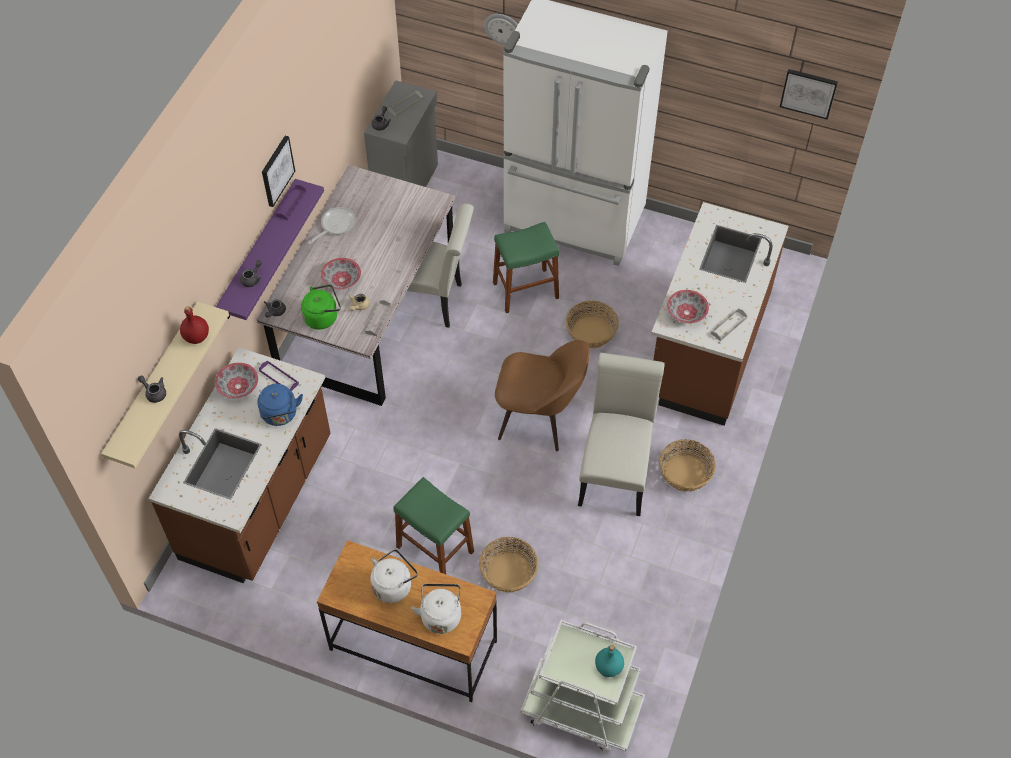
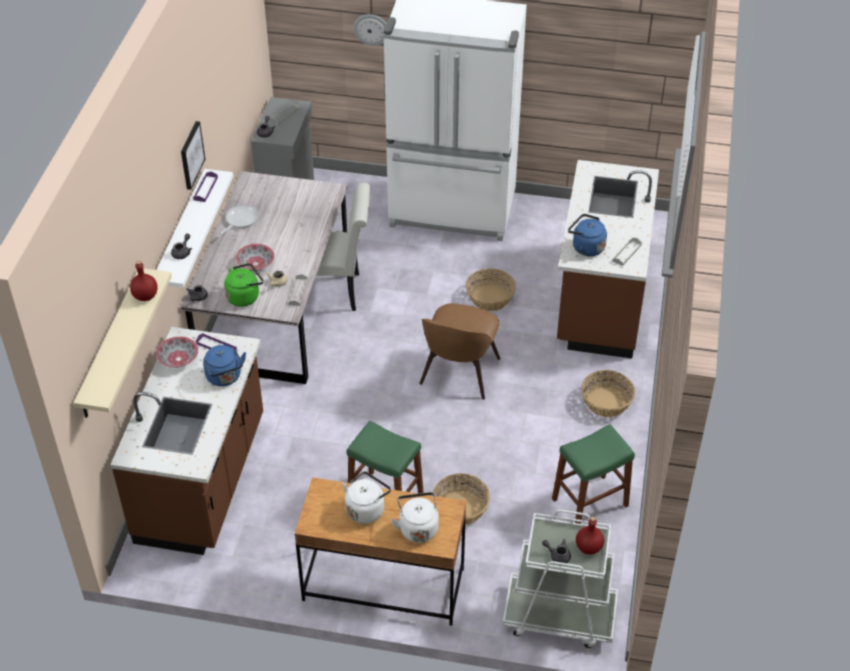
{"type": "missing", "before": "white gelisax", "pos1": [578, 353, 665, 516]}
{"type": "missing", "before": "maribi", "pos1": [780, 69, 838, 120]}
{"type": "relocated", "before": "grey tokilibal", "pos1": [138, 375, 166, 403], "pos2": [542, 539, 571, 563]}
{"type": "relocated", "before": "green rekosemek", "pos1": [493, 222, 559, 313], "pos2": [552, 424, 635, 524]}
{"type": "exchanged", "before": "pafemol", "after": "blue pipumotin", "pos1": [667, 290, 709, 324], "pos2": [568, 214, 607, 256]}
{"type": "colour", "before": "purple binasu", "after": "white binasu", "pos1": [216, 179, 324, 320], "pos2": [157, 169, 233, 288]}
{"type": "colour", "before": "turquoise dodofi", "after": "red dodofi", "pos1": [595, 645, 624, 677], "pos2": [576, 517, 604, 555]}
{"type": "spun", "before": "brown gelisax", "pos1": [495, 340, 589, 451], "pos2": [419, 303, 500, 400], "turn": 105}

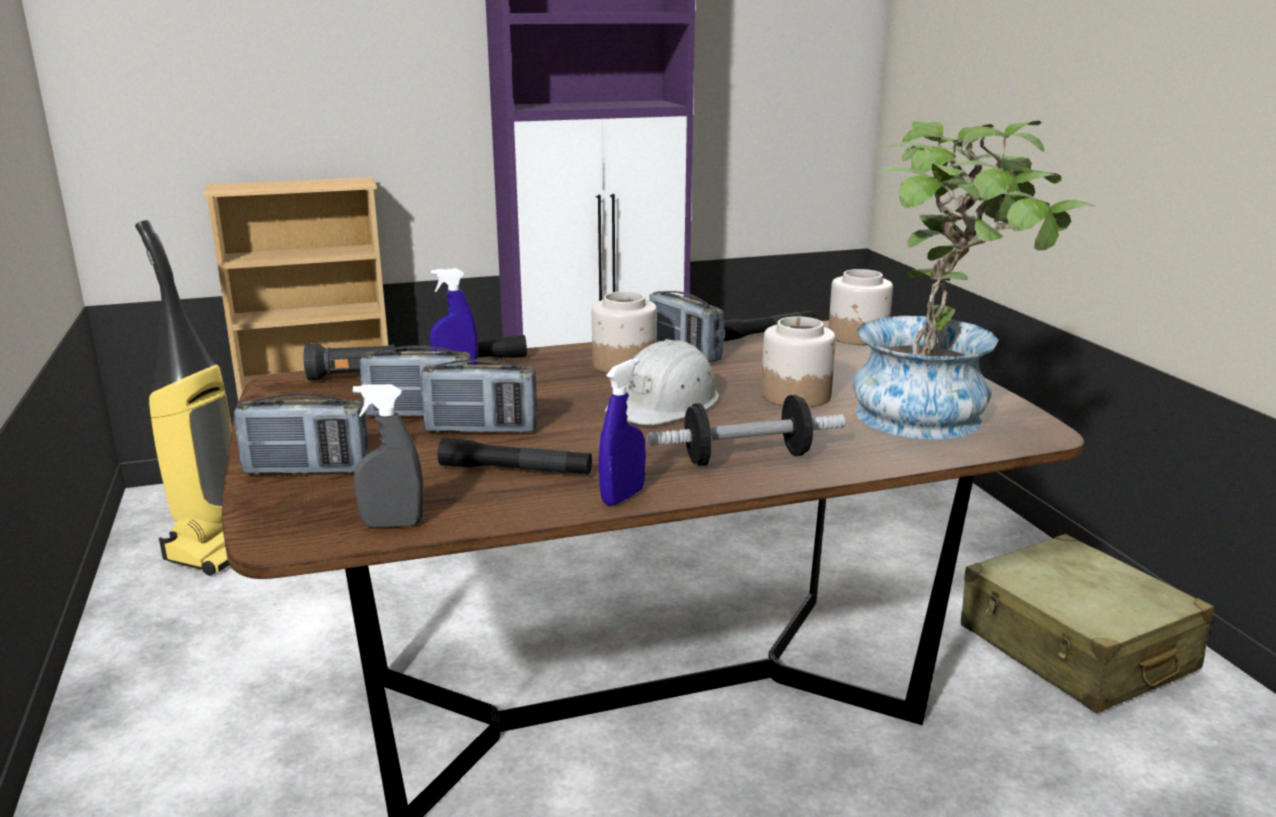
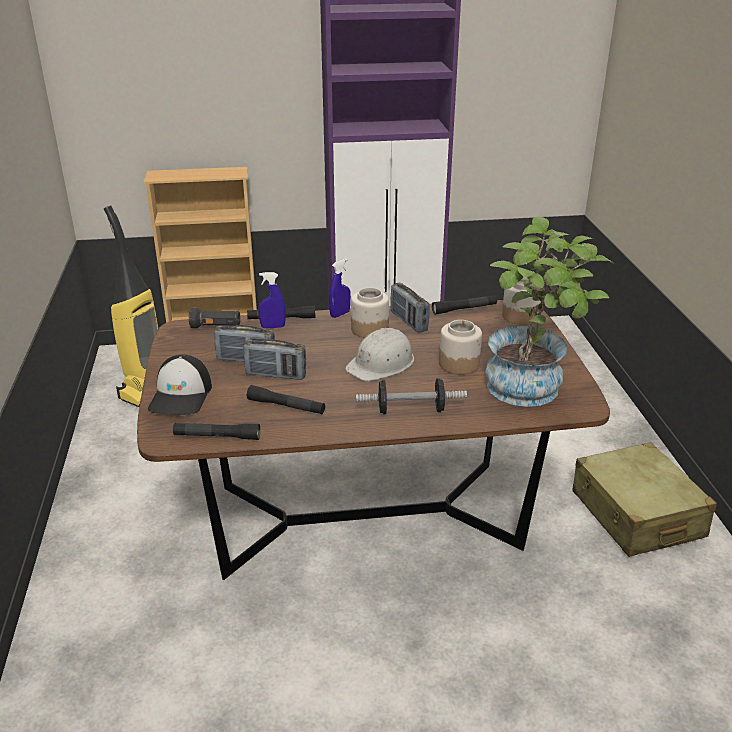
{"type": "relocated", "before": "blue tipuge", "pos1": [599, 358, 646, 506], "pos2": [329, 258, 351, 318]}
{"type": "exchanged", "before": "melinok", "after": "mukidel", "pos1": [234, 393, 369, 475], "pos2": [148, 355, 212, 415]}
{"type": "exchanged", "before": "grey tipuge", "after": "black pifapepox", "pos1": [353, 384, 424, 527], "pos2": [173, 423, 260, 440]}

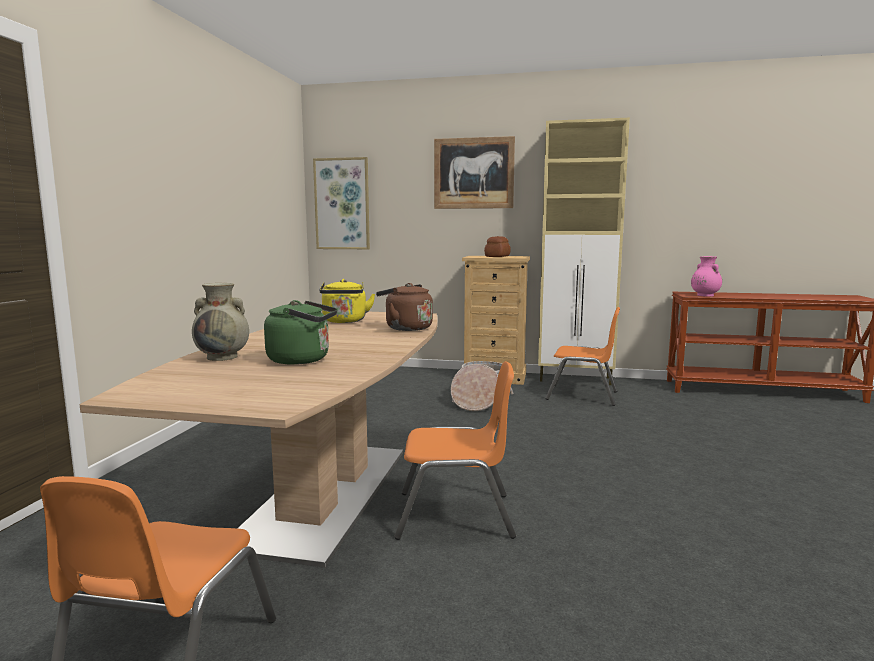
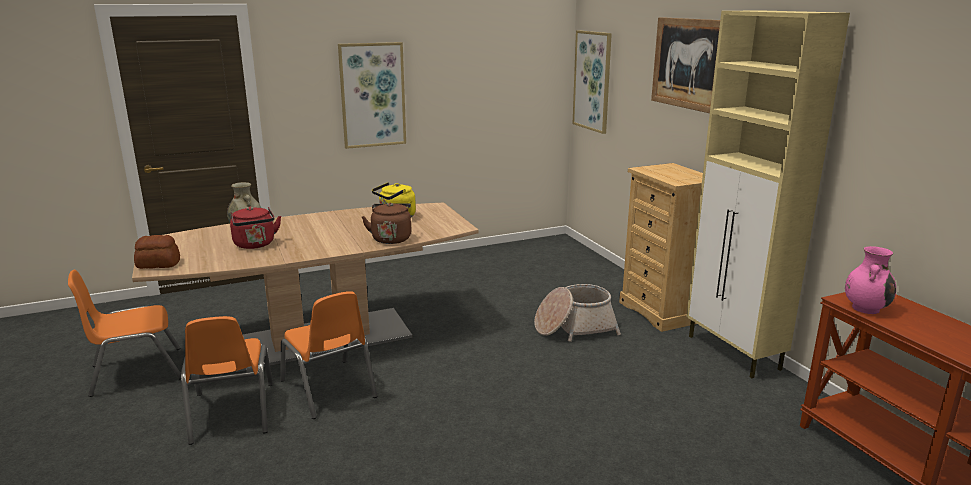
{"type": "appeared", "after": "maribi", "pos2": [338, 42, 406, 149]}
{"type": "relocated", "before": "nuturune", "pos1": [484, 236, 511, 257], "pos2": [134, 235, 180, 269]}
{"type": "relocated", "before": "orange gelisax", "pos1": [545, 307, 620, 406], "pos2": [181, 316, 273, 445]}
{"type": "colour", "before": "green pipumotin", "after": "red pipumotin", "pos1": [264, 300, 337, 365], "pos2": [230, 207, 281, 249]}

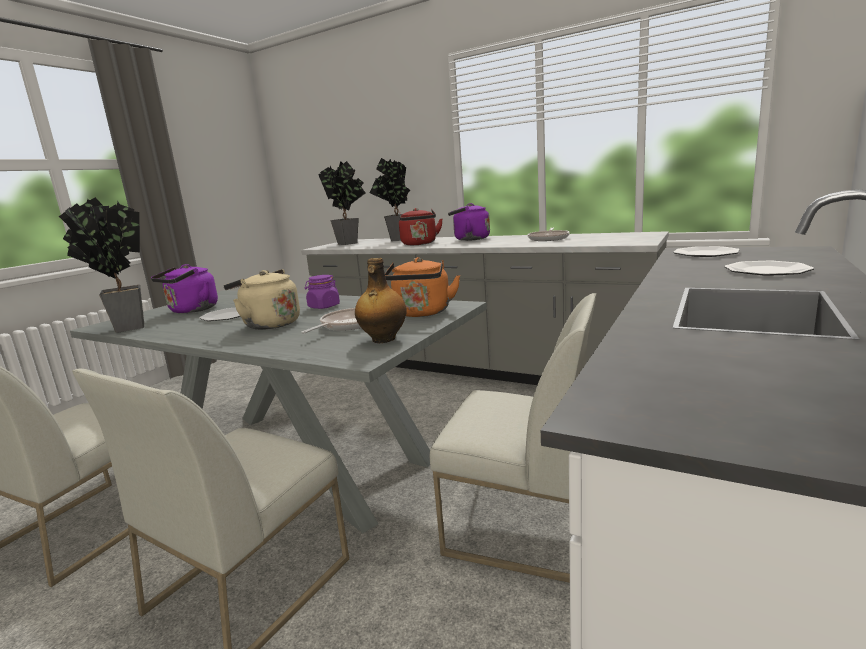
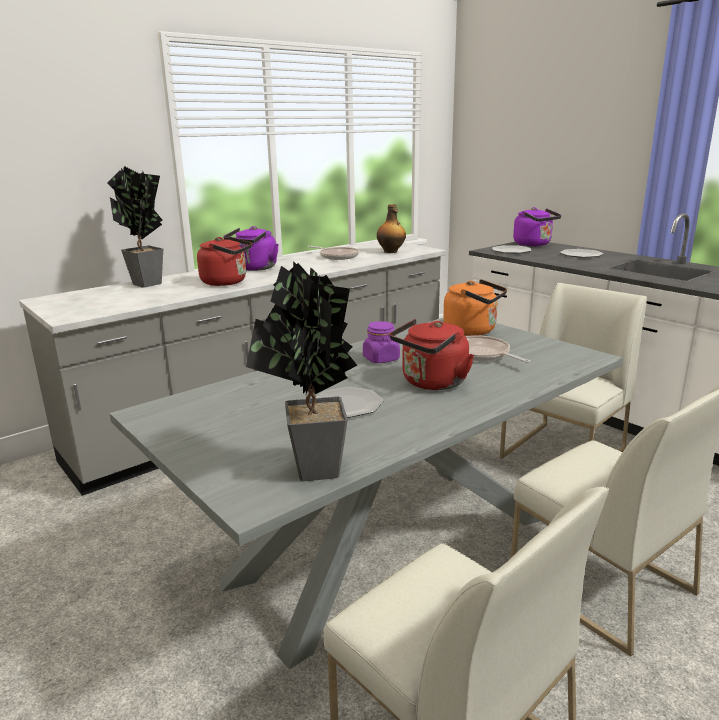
{"type": "missing", "before": "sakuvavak", "pos1": [318, 161, 365, 245]}
{"type": "relocated", "before": "purple pipumotin", "pos1": [151, 264, 218, 313], "pos2": [513, 207, 561, 246]}
{"type": "relocated", "before": "dodofi", "pos1": [355, 258, 407, 343], "pos2": [377, 204, 406, 253]}
{"type": "colour", "before": "beige pipumotin", "after": "red pipumotin", "pos1": [224, 269, 300, 329], "pos2": [390, 319, 474, 390]}

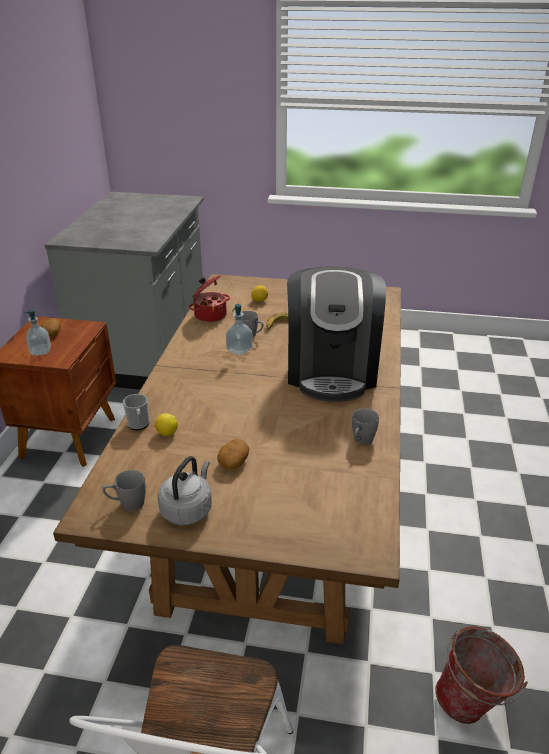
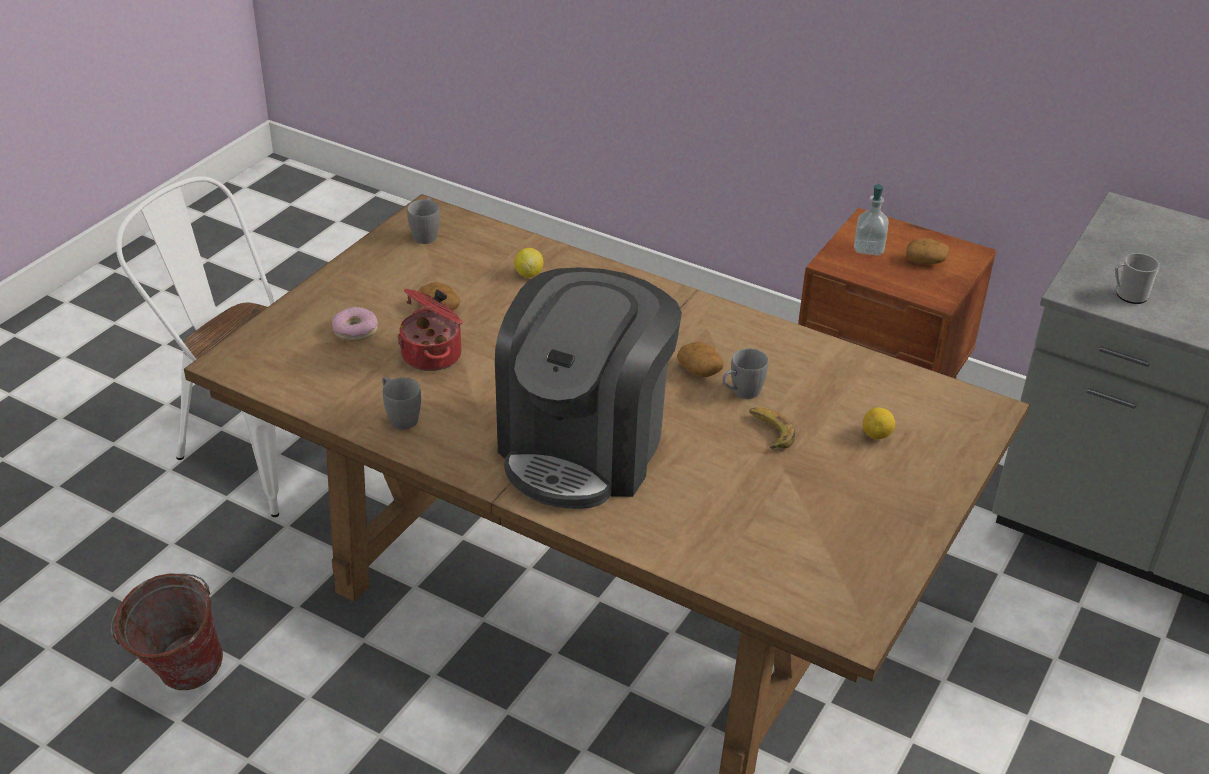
{"type": "missing", "before": "grey pipumotin", "pos1": [158, 456, 212, 525]}
{"type": "appeared", "after": "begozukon", "pos2": [332, 307, 378, 341]}
{"type": "relocated", "before": "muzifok", "pos1": [123, 394, 150, 430], "pos2": [1115, 253, 1160, 304]}
{"type": "relocated", "before": "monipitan", "pos1": [189, 275, 230, 322], "pos2": [397, 288, 463, 371]}
{"type": "exchanged", "before": "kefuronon", "after": "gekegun", "pos1": [226, 304, 253, 356], "pos2": [677, 342, 723, 377]}
{"type": "spun", "before": "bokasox", "pos1": [287, 266, 386, 402], "pos2": [495, 268, 682, 509], "turn": -90}

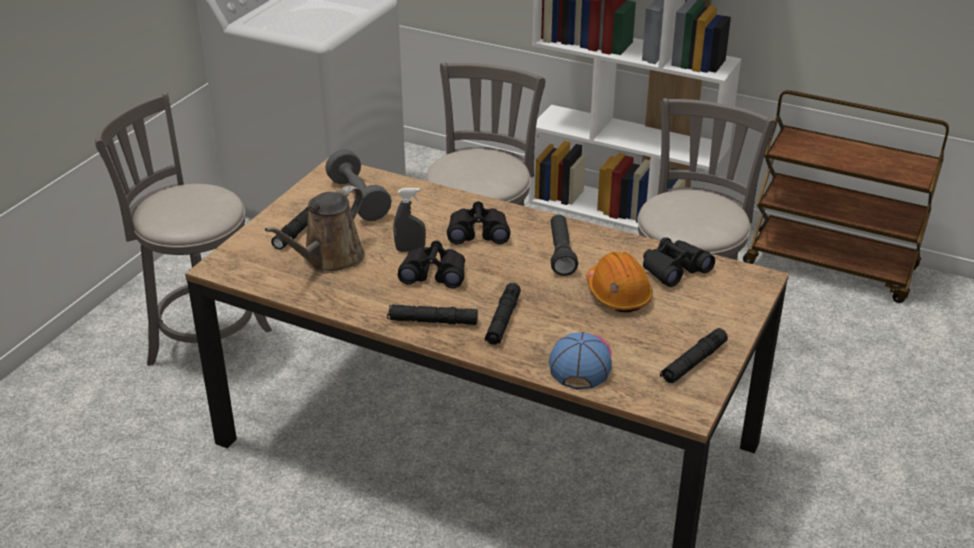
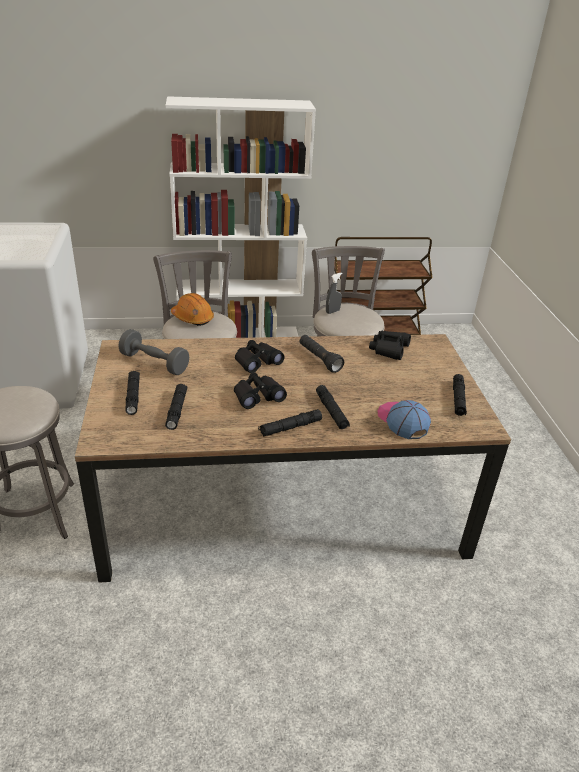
{"type": "relocated", "before": "grey tipuge", "pos1": [394, 188, 426, 252], "pos2": [326, 273, 343, 314]}
{"type": "relocated", "before": "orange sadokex", "pos1": [586, 252, 653, 312], "pos2": [171, 293, 214, 326]}
{"type": "exchanged", "before": "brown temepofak", "after": "black pifapepox", "pos1": [265, 185, 365, 273], "pos2": [165, 384, 187, 430]}

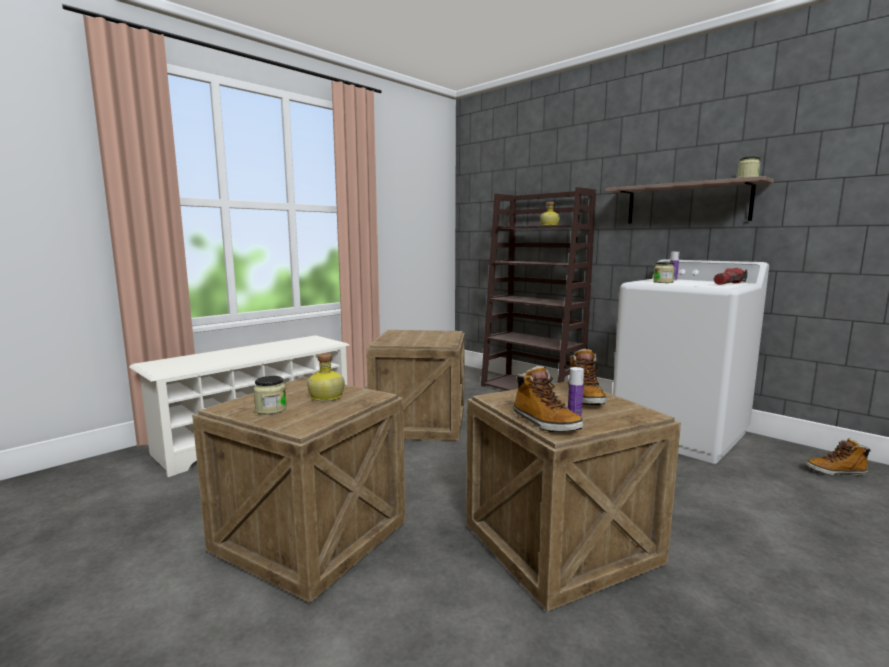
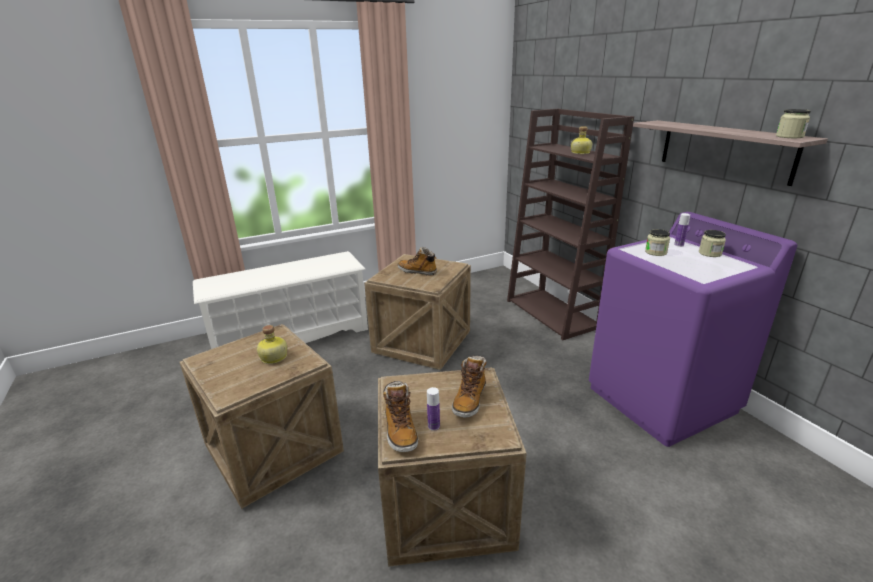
{"type": "missing", "before": "pifapepox", "pos1": [714, 268, 748, 285]}
{"type": "relocated", "before": "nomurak", "pos1": [254, 376, 287, 415], "pos2": [699, 230, 726, 257]}
{"type": "relocated", "before": "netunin", "pos1": [806, 438, 870, 476], "pos2": [398, 247, 437, 276]}
{"type": "colour", "before": "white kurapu", "after": "purple kurapu", "pos1": [613, 259, 769, 464], "pos2": [589, 212, 797, 447]}

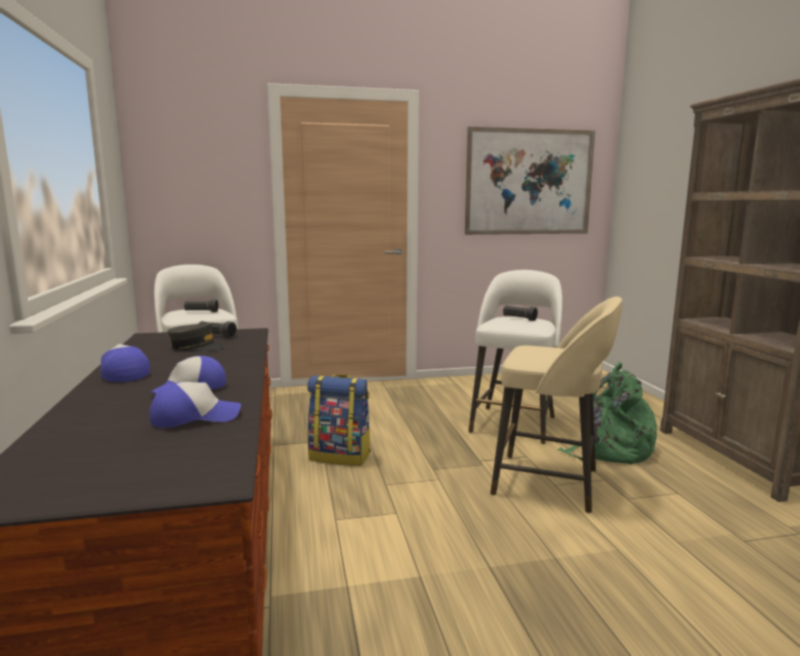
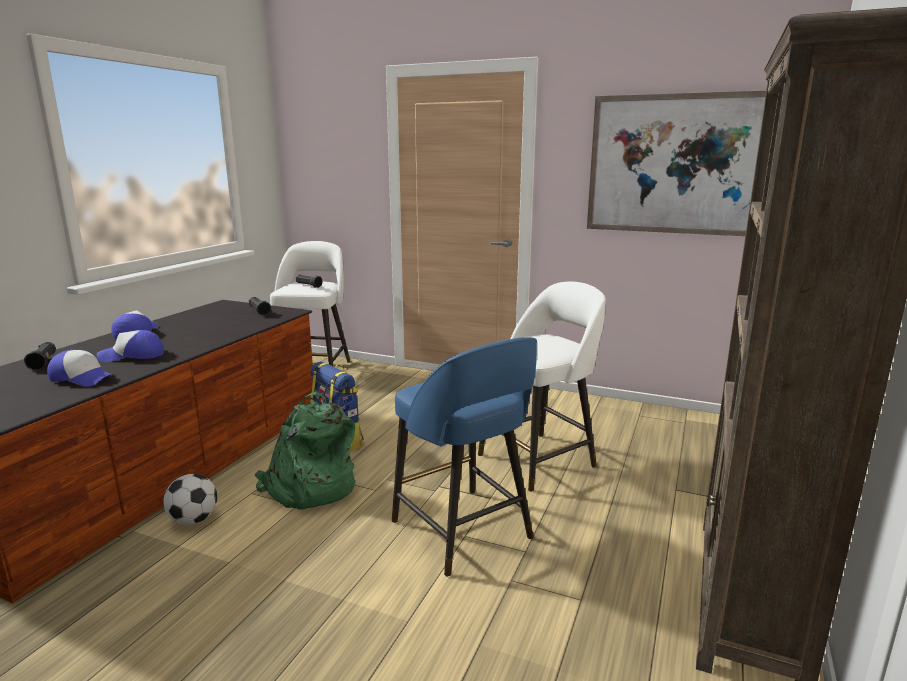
{"type": "missing", "before": "grey mukidel", "pos1": [168, 323, 225, 352]}
{"type": "appeared", "after": "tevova", "pos2": [163, 474, 217, 525]}
{"type": "relocated", "before": "black pifapepox", "pos1": [503, 306, 538, 321], "pos2": [24, 342, 56, 370]}
{"type": "relocated", "before": "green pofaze", "pos1": [558, 362, 657, 465], "pos2": [254, 392, 355, 509]}
{"type": "colour", "before": "beige rekosemek", "after": "blue rekosemek", "pos1": [490, 297, 622, 513], "pos2": [392, 337, 537, 577]}

